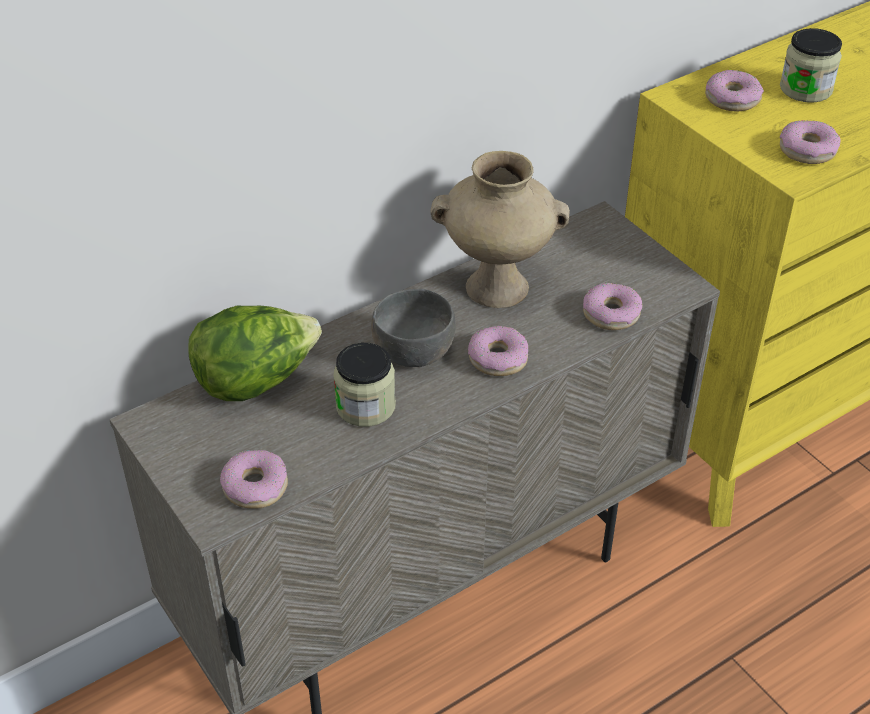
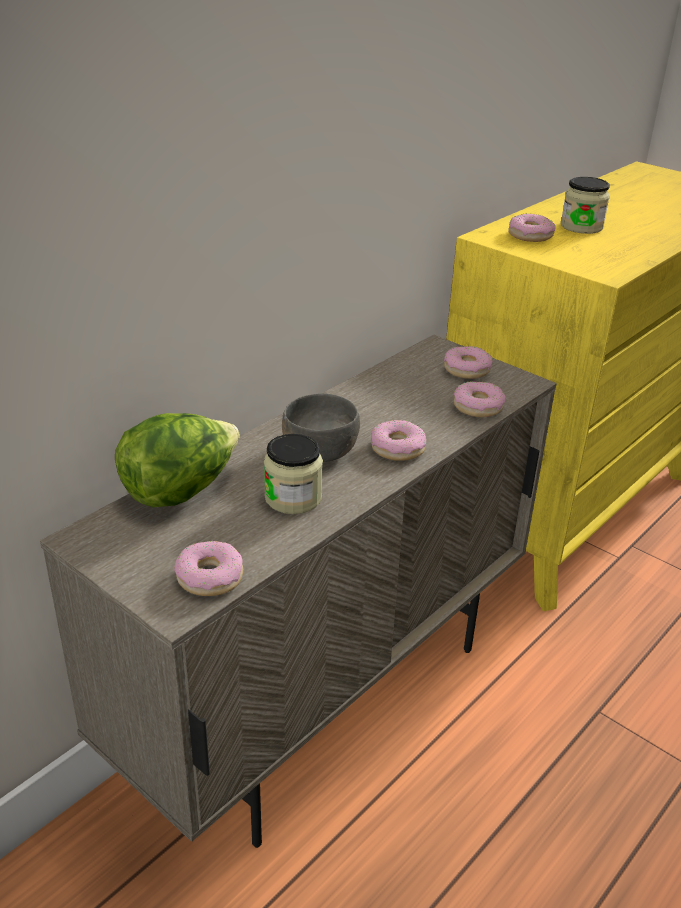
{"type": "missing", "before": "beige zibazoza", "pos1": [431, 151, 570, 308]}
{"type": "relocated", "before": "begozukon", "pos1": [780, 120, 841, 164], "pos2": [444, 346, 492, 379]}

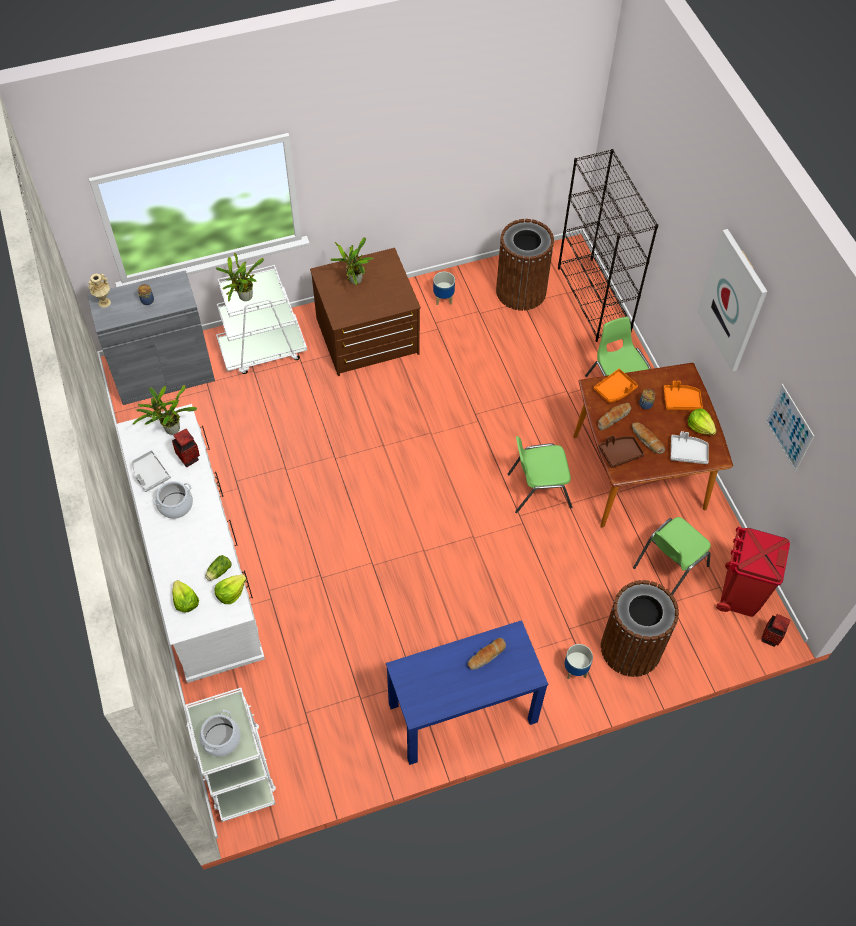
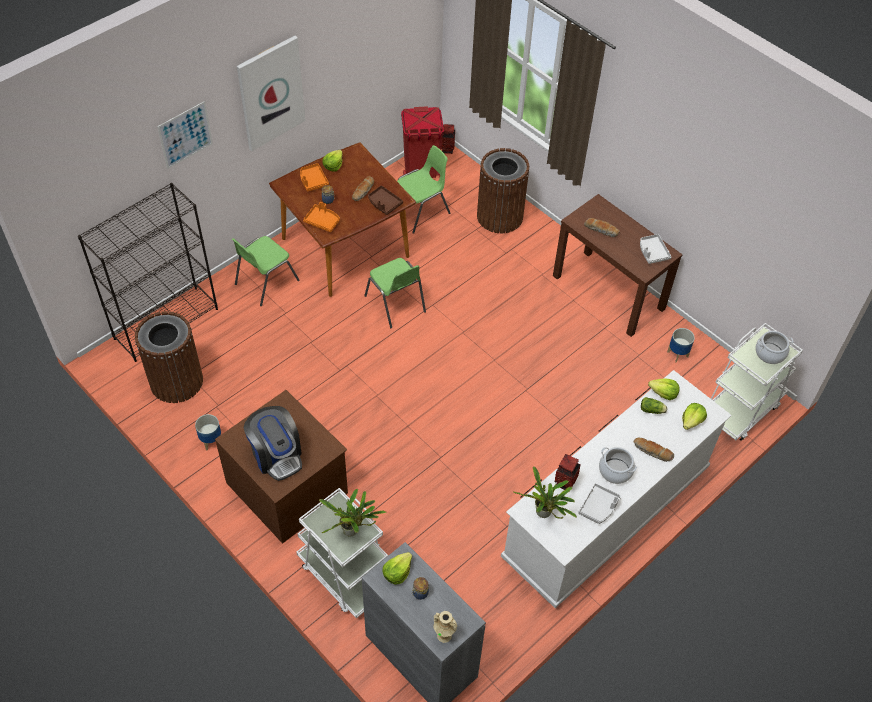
{"type": "appeared", "after": "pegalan", "pos2": [382, 552, 412, 585]}
{"type": "relocated", "before": "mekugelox", "pos1": [564, 644, 593, 680], "pos2": [667, 328, 695, 363]}
{"type": "relocated", "before": "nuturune", "pos1": [598, 403, 631, 430], "pos2": [634, 437, 674, 462]}
{"type": "relocated", "before": "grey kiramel", "pos1": [671, 431, 709, 464], "pos2": [640, 234, 671, 264]}
{"type": "relocated", "before": "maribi", "pos1": [765, 384, 814, 472], "pos2": [157, 101, 213, 169]}
{"type": "exchanged", "before": "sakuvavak", "after": "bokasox", "pos1": [330, 237, 374, 286], "pos2": [244, 406, 302, 481]}
{"type": "colour", "before": "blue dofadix", "after": "brown dofadix", "pos1": [386, 620, 548, 765], "pos2": [553, 194, 683, 337]}
{"type": "spun", "before": "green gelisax", "pos1": [633, 517, 711, 595], "pos2": [397, 145, 450, 234], "turn": -60}

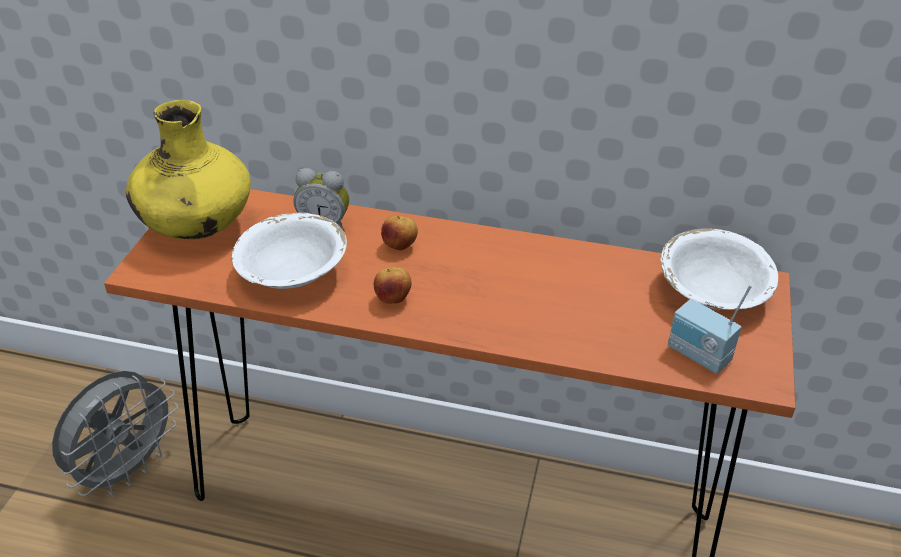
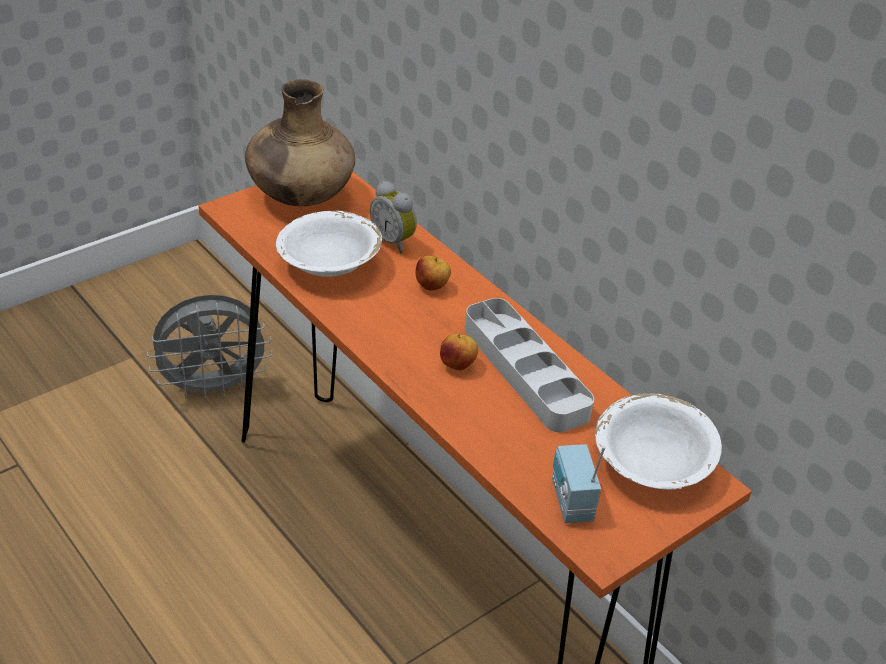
{"type": "appeared", "after": "grey kiramel", "pos2": [465, 298, 594, 432]}
{"type": "relocated", "before": "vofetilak", "pos1": [373, 267, 412, 304], "pos2": [440, 334, 478, 371]}
{"type": "colour", "before": "yellow zibazoza", "after": "brown zibazoza", "pos1": [126, 100, 251, 240], "pos2": [245, 79, 355, 206]}

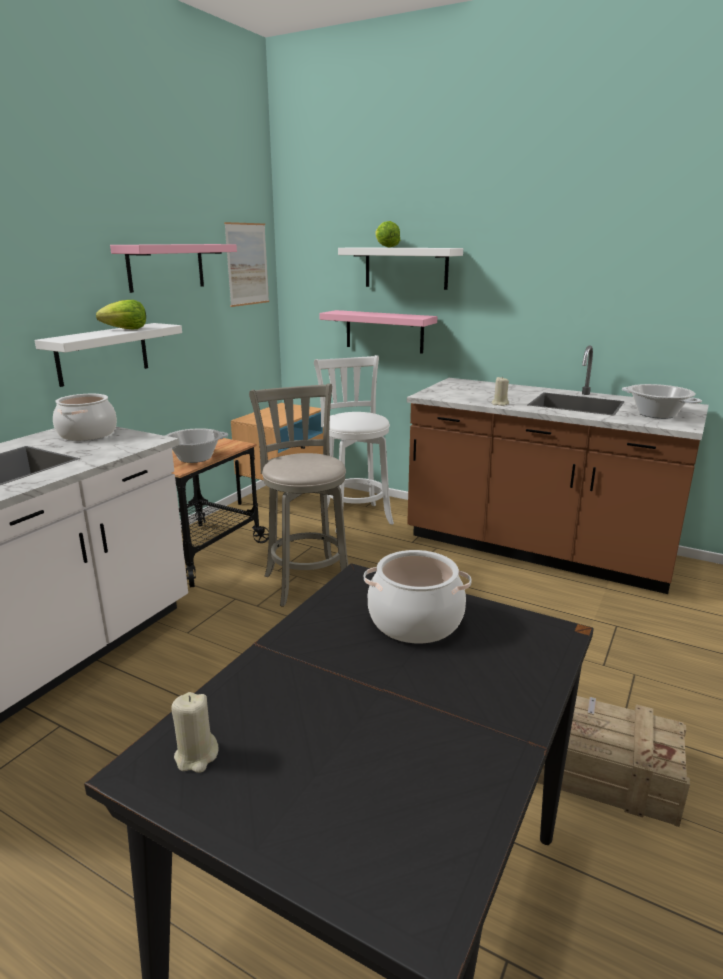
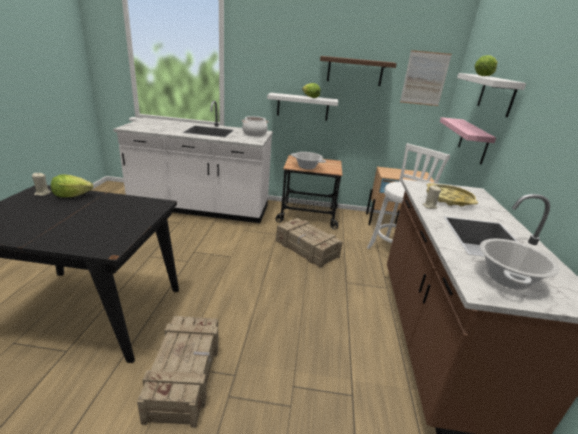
{"type": "missing", "before": "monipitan", "pos1": [364, 550, 472, 643]}
{"type": "appeared", "after": "pegalan", "pos2": [51, 174, 93, 197]}
{"type": "appeared", "after": "yellow kiramel", "pos2": [426, 183, 478, 206]}
{"type": "exchanged", "before": "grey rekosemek", "after": "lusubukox", "pos1": [249, 383, 348, 607], "pos2": [276, 218, 342, 268]}
{"type": "colour", "before": "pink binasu", "after": "brown binasu", "pos1": [110, 244, 237, 293], "pos2": [320, 56, 397, 86]}

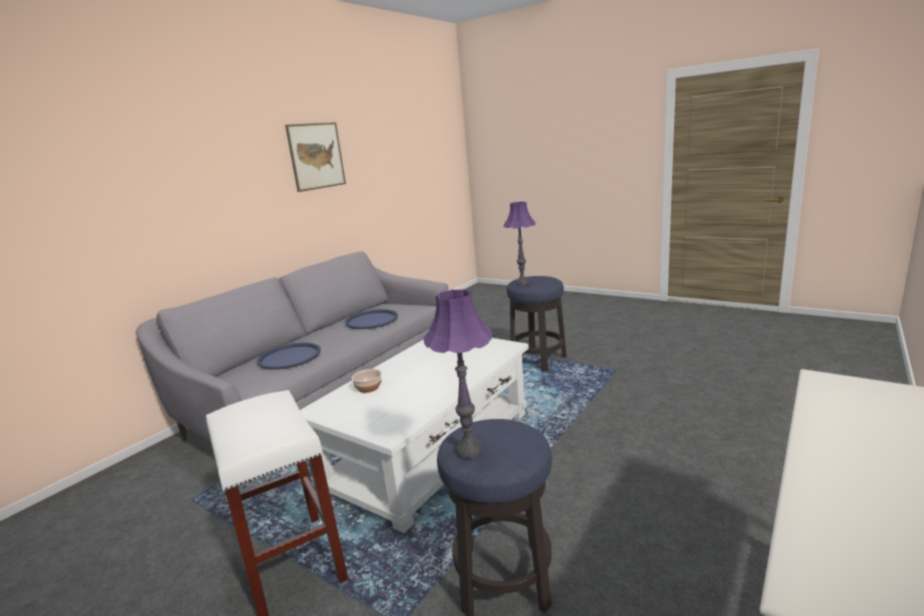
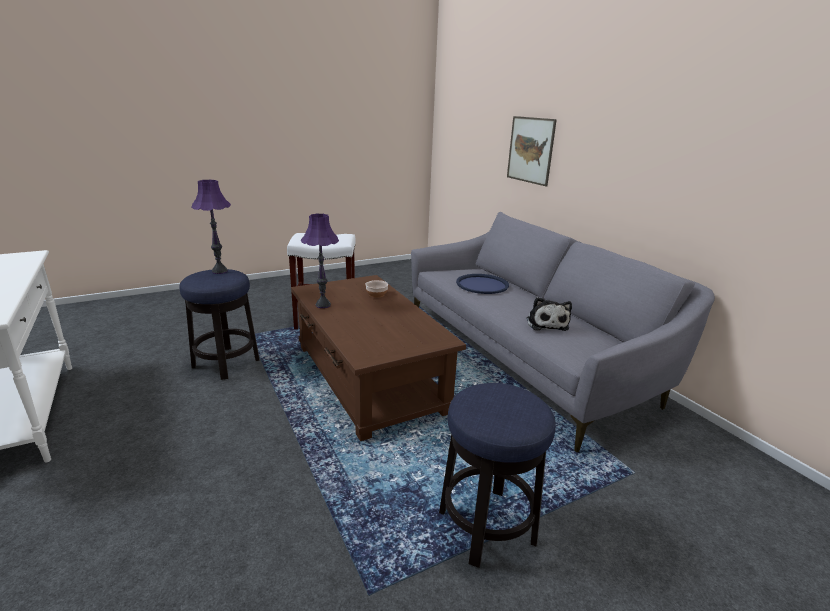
{"type": "relocated", "before": "maribi", "pos1": [285, 122, 346, 192], "pos2": [507, 116, 557, 186]}
{"type": "relocated", "before": "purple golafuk", "pos1": [503, 202, 536, 286], "pos2": [301, 213, 339, 308]}
{"type": "exchanged", "before": "blue kiramel", "after": "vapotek", "pos1": [345, 309, 398, 329], "pos2": [527, 297, 572, 331]}
{"type": "colour", "before": "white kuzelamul", "after": "brown kuzelamul", "pos1": [300, 338, 529, 533], "pos2": [291, 275, 466, 441]}

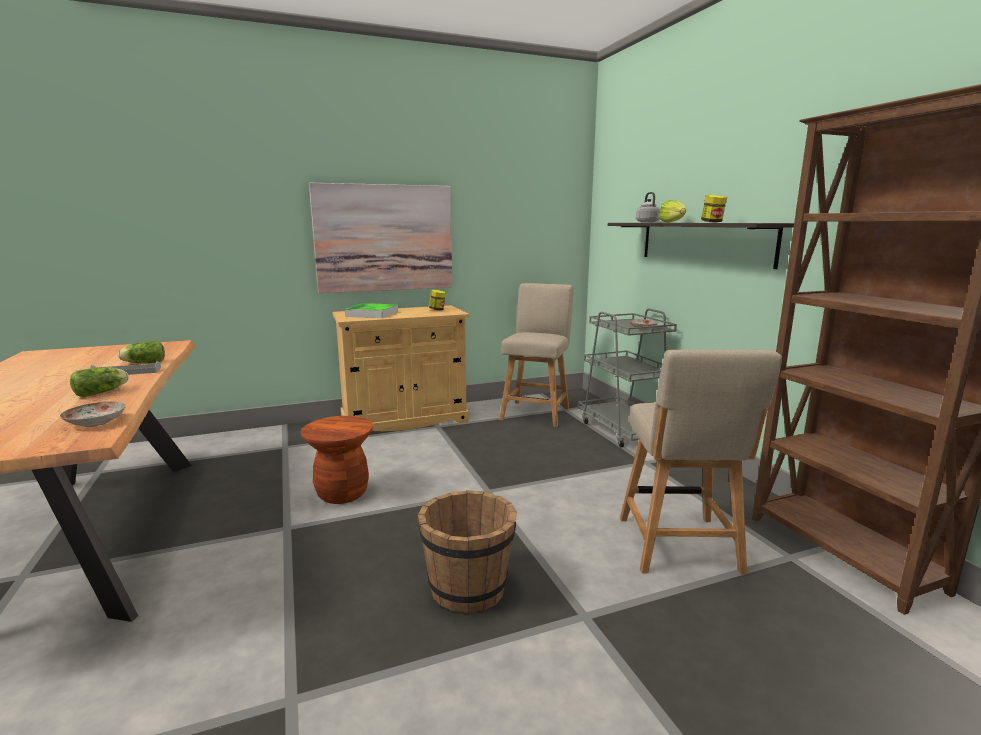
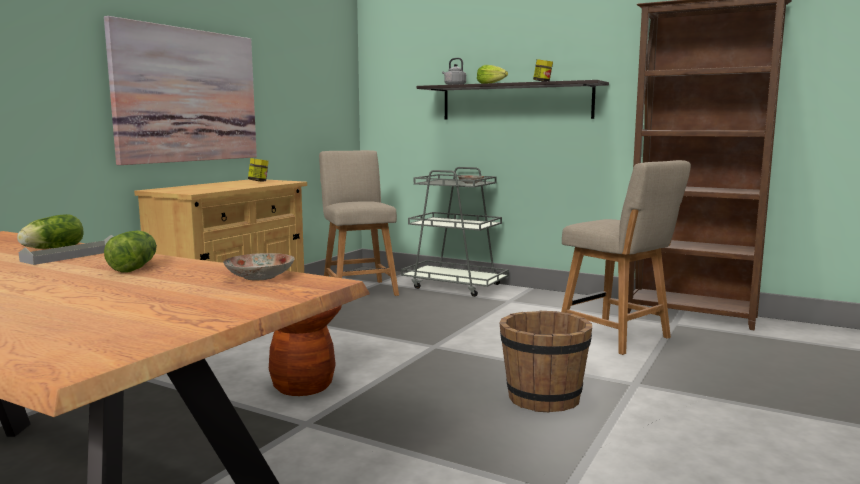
{"type": "missing", "before": "kiramel", "pos1": [345, 303, 398, 318]}

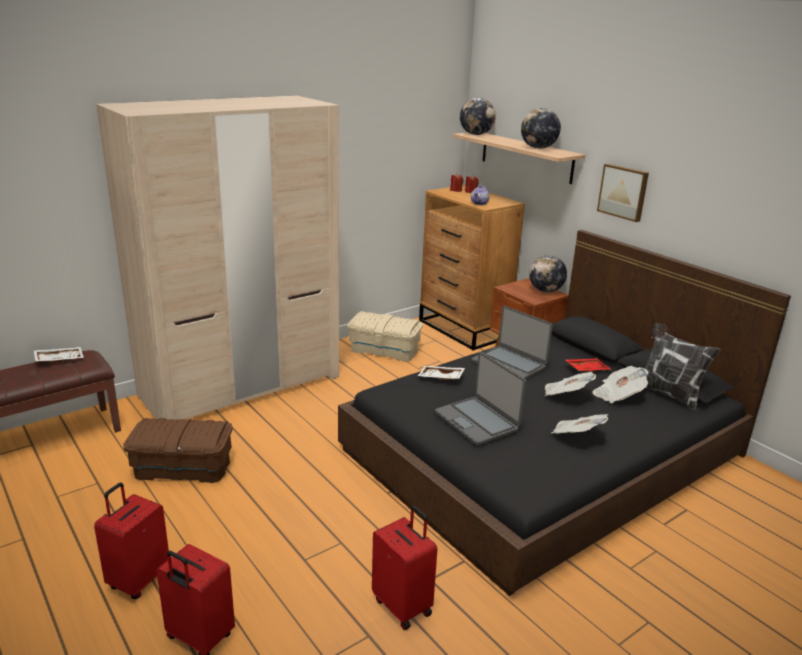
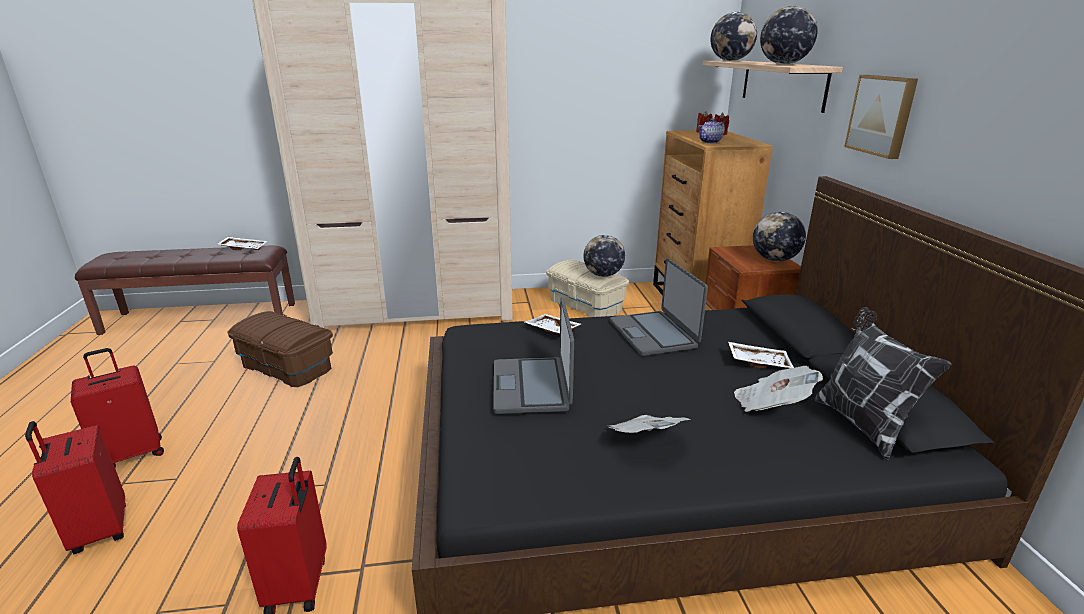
{"type": "missing", "before": "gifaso", "pos1": [545, 372, 596, 396]}
{"type": "appeared", "after": "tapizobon", "pos2": [584, 235, 625, 277]}
{"type": "colour", "before": "red kiramel", "after": "white kiramel", "pos1": [566, 358, 611, 373], "pos2": [728, 342, 794, 369]}

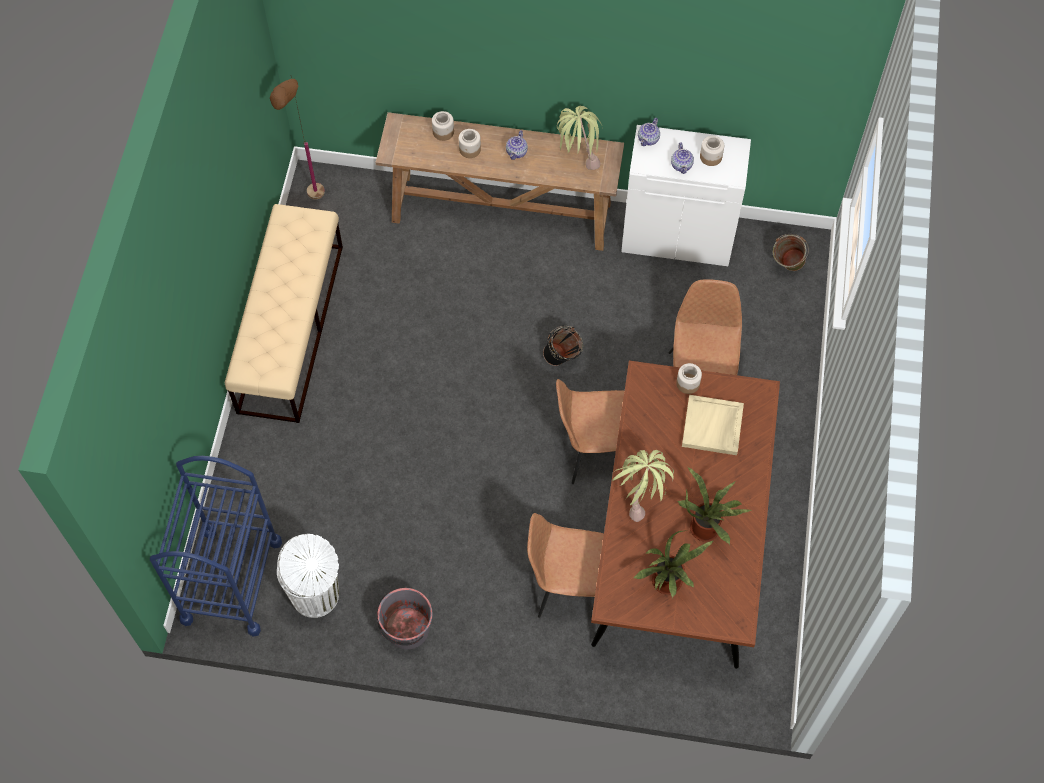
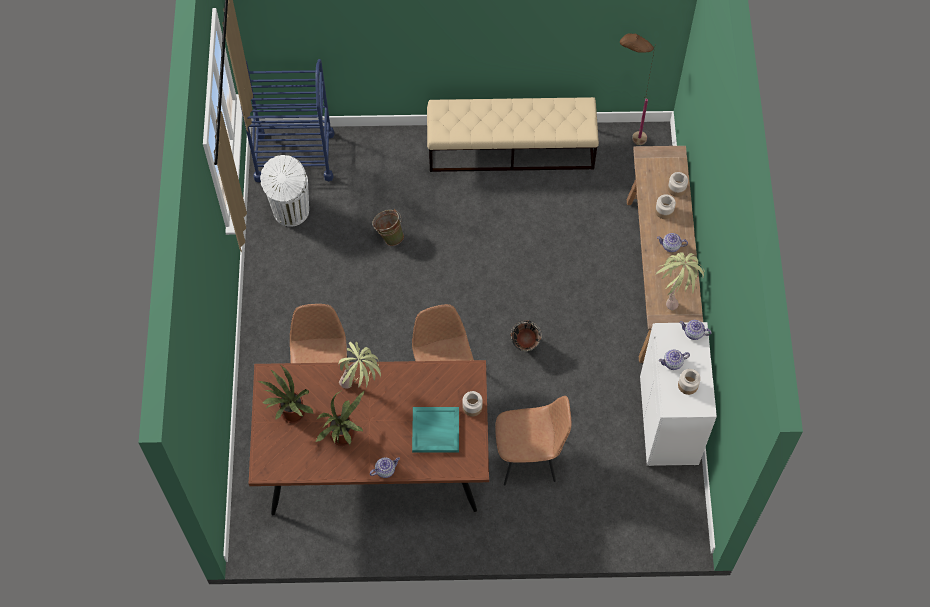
{"type": "missing", "before": "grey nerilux", "pos1": [377, 588, 433, 649]}
{"type": "appeared", "after": "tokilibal", "pos2": [370, 457, 400, 478]}
{"type": "relocated", "before": "green nerilux", "pos1": [773, 234, 809, 271], "pos2": [372, 209, 404, 246]}
{"type": "colour", "before": "beige kiramel", "after": "turquoise kiramel", "pos1": [682, 395, 744, 455], "pos2": [412, 407, 459, 453]}

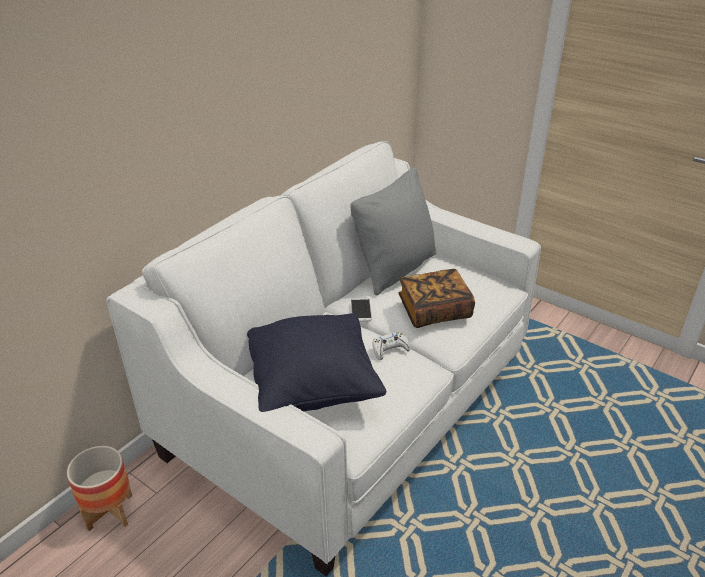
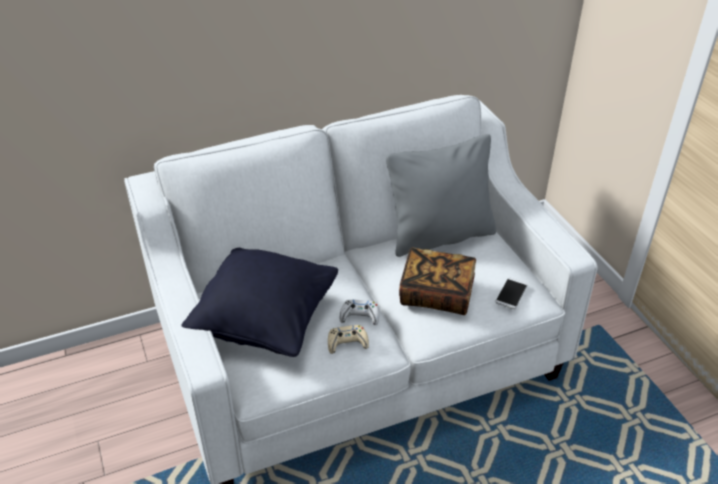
{"type": "missing", "before": "mekugelox", "pos1": [67, 446, 132, 531]}
{"type": "appeared", "after": "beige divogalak", "pos2": [328, 325, 369, 354]}
{"type": "relocated", "before": "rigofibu", "pos1": [351, 298, 372, 321], "pos2": [496, 278, 527, 309]}

